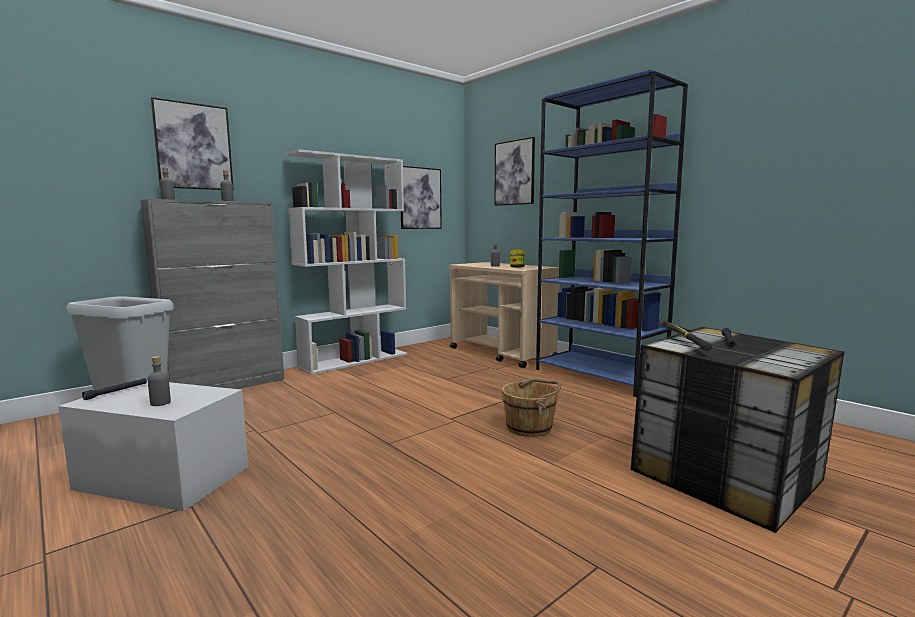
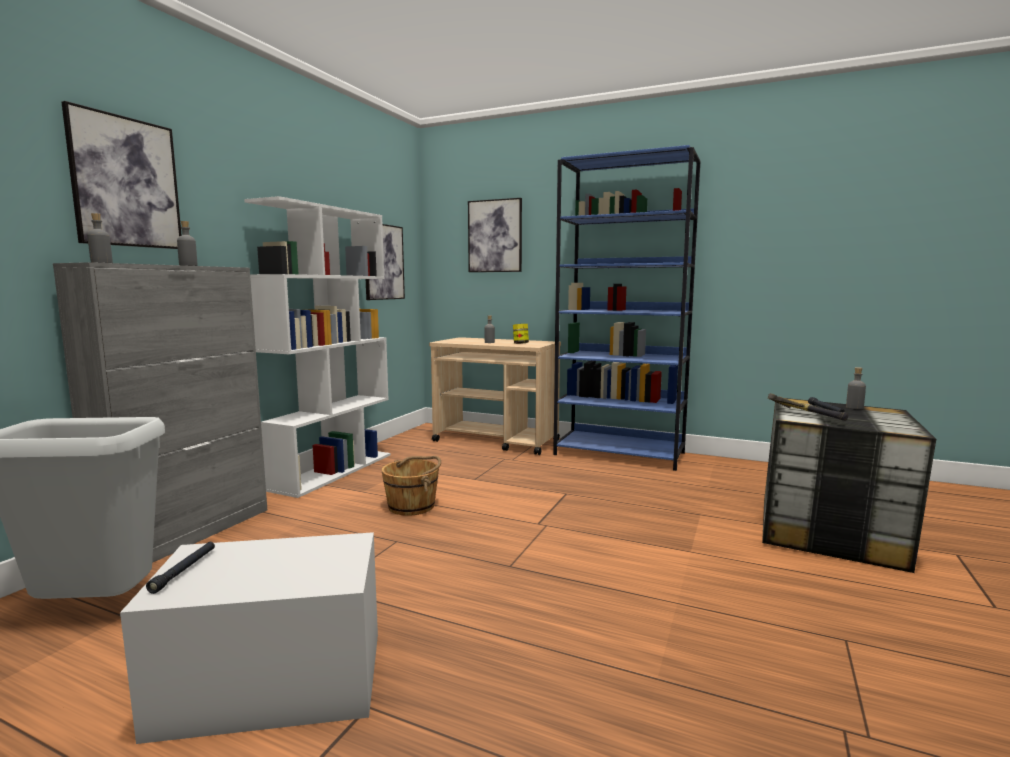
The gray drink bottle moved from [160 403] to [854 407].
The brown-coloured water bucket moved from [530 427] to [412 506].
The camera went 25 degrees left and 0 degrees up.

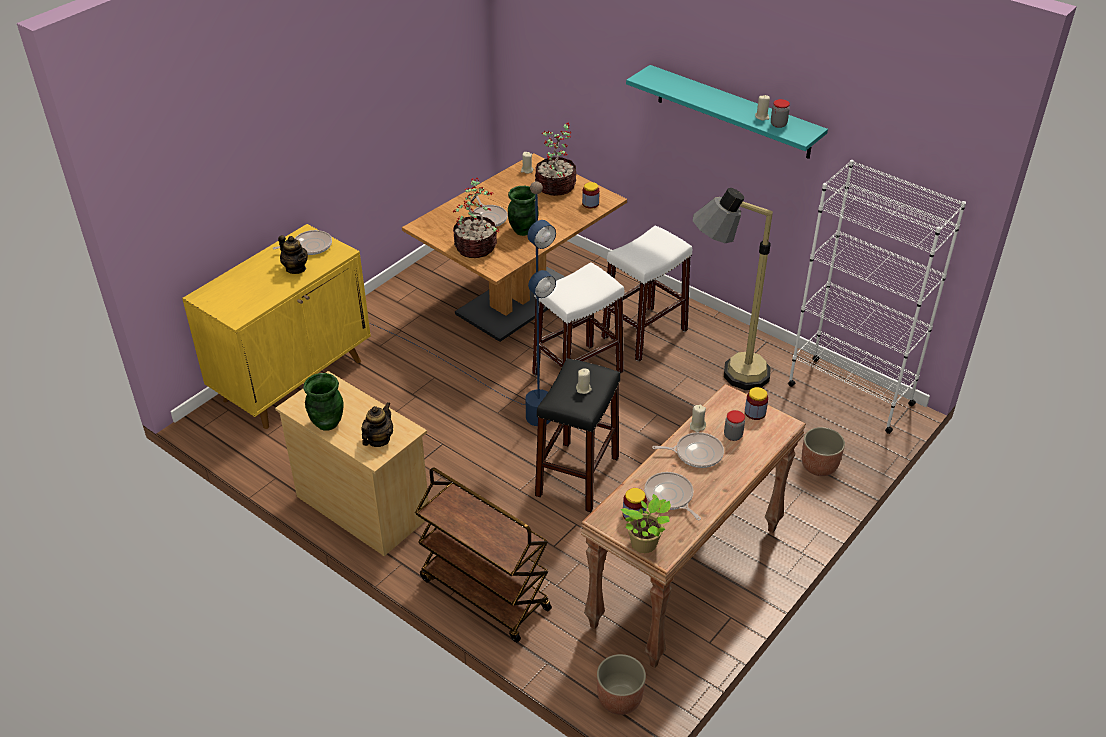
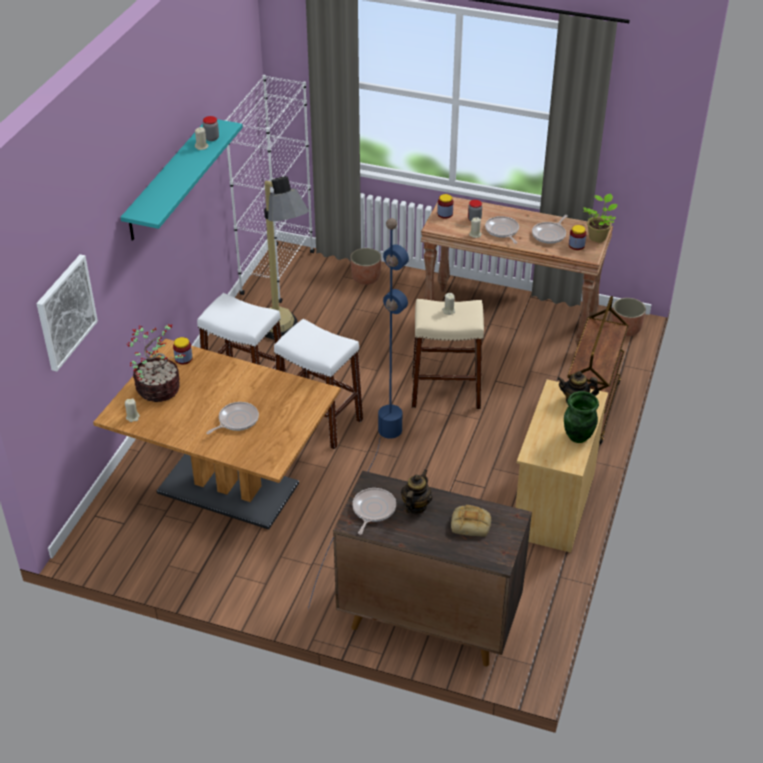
The yellow cabinet at [294 380] became the brown-coloured cabinet at [427 619].
The pan at [310 246] turned 60 degrees clockwise.
The plant in a pot at [476 248] disappeared.
The green-coloured flower vase at [523 230] disappeared.
The blackish stool at [577 476] became the beige-coloured stool at [446 392].
The picture at [65 312] appeared.
The bakery bread at [471 523] appeared.
The camera went 110 degrees left and 0 degrees up.

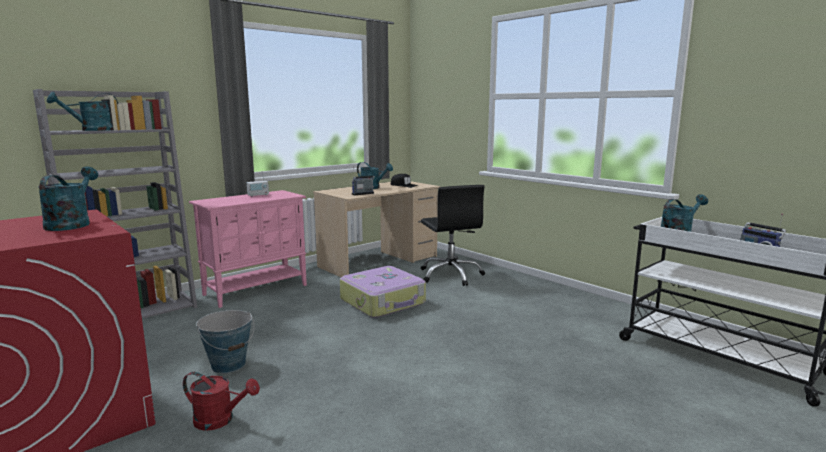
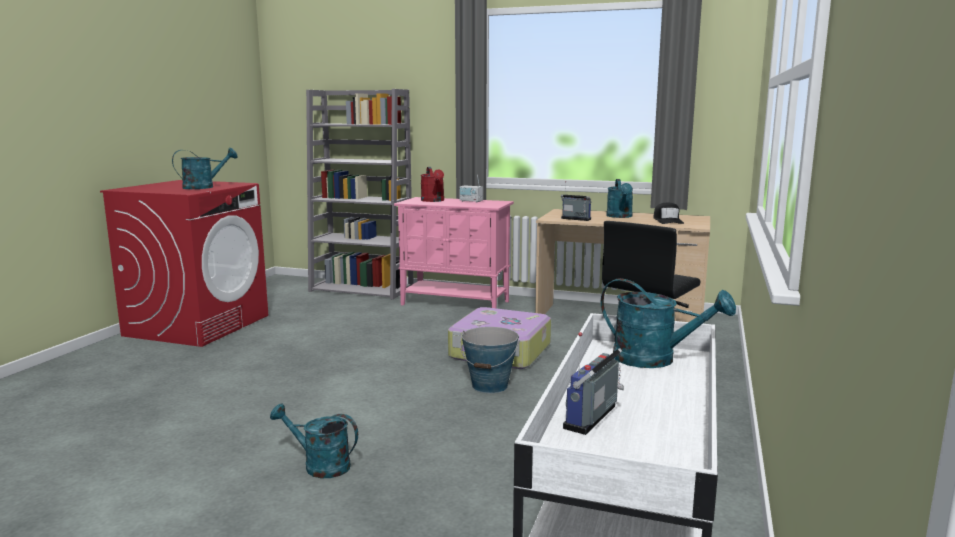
The turquoise-coloured sprinkling can moved from [91 130] to [319 465].
The reddish sprinkling can moved from [220 420] to [433 201].
The water bucket moved from [229 365] to [490 386].
The camera went 60 degrees right and 0 degrees up.

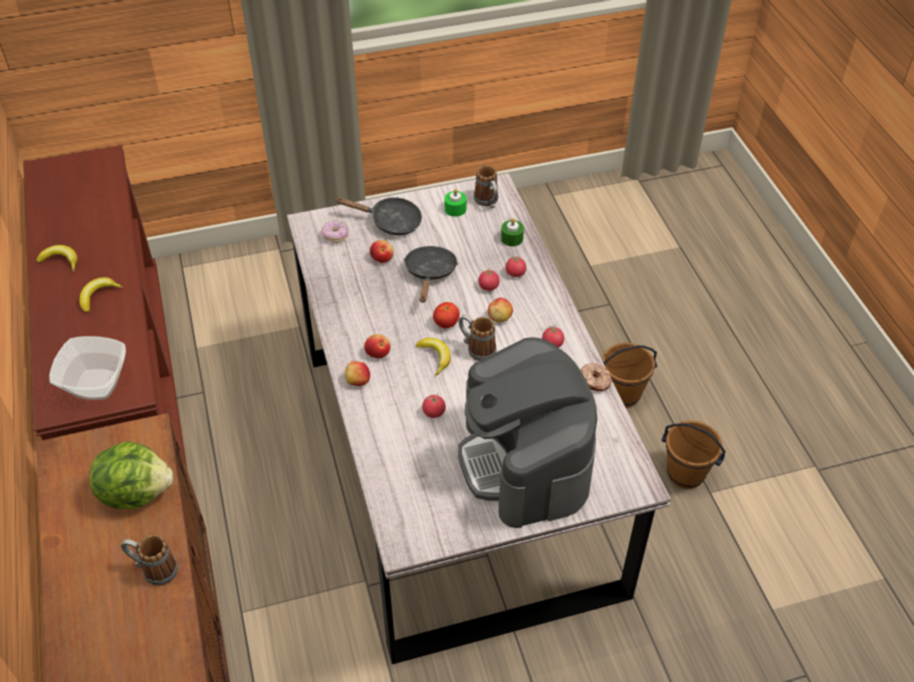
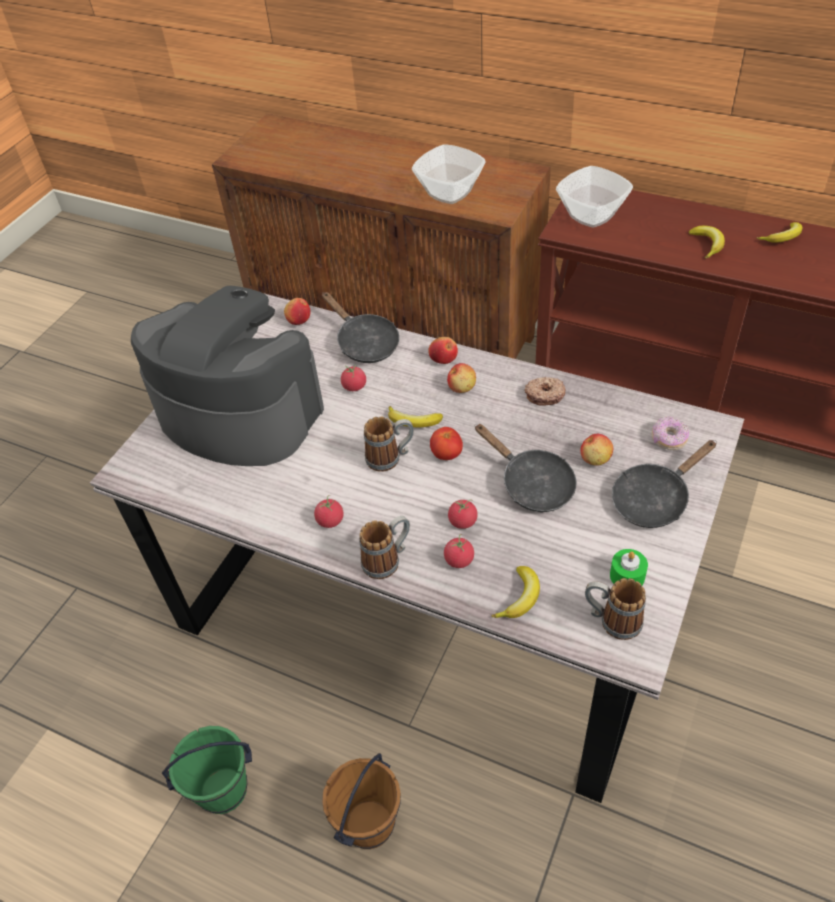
The head of lettuce at [136 492] was replaced by the serving bowl at [450 192].
The tea mug moved from [154 569] to [387 559].
The whole apple moved from [500 317] to [298 320].
The green-coloured wax light at [512 238] was replaced by the banana at [520 598].
The doughnut moved from [594 381] to [544 395].
The brown-coloured water bucket at [685 474] became the green-coloured water bucket at [223 791].
The blackish pan at [364 343] appeared.
The camera went 135 degrees right and 0 degrees up.

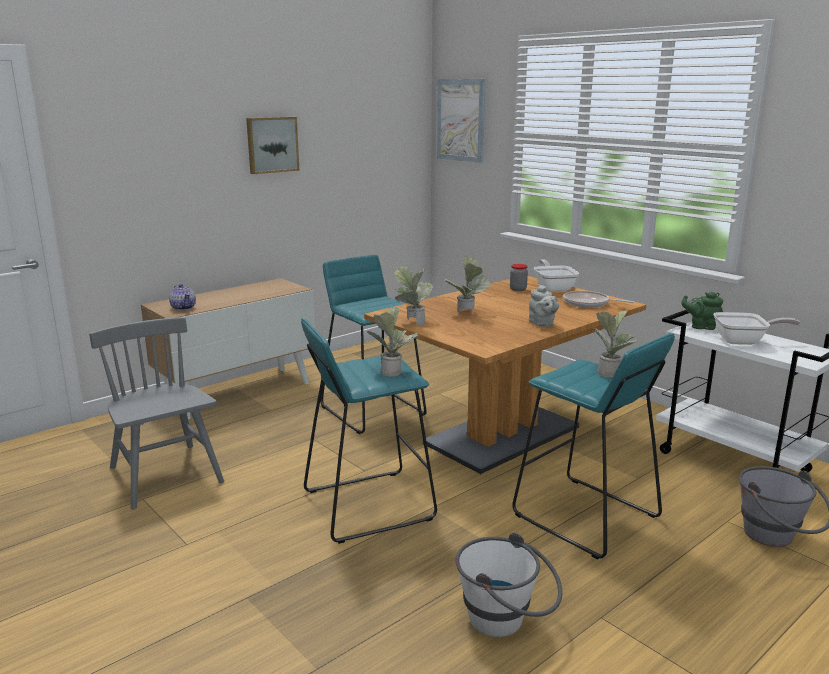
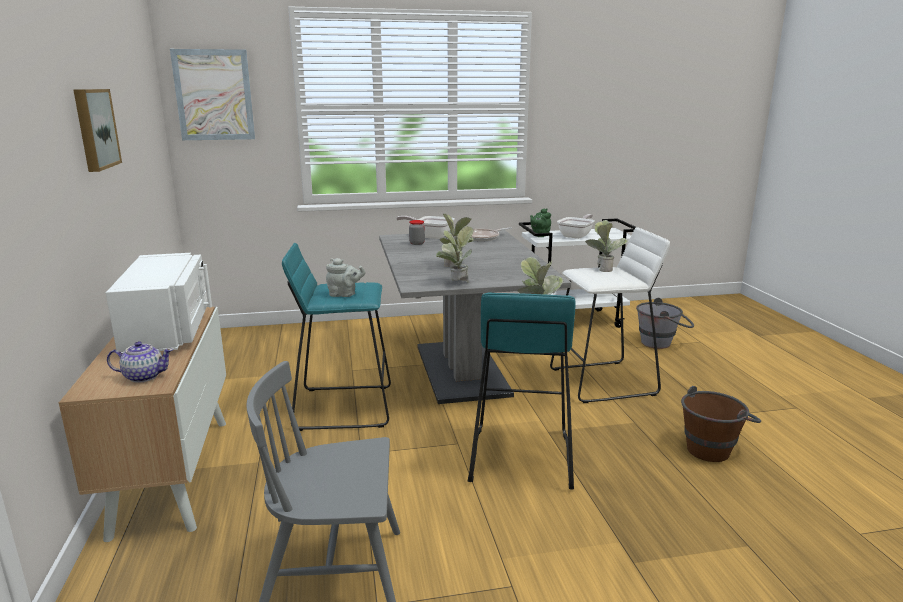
The brown-coloured kitchen table at [502 435] became the gray kitchen table at [461 370].
The whitish water bucket at [507 622] became the brown-coloured water bucket at [713 448].
The turquoise-coloured stool at [585 517] became the whitish stool at [603 382].
The gray tea pot moved from [542 324] to [344 295].
The whitish microwave oven at [168 331] appeared.
The camera went 60 degrees left and 0 degrees up.

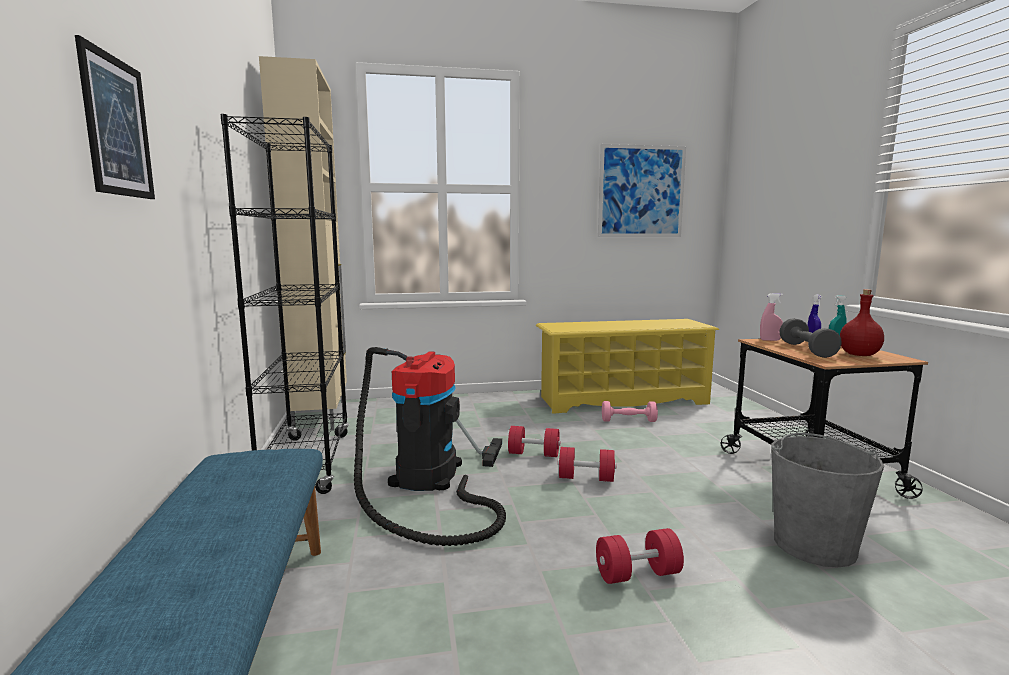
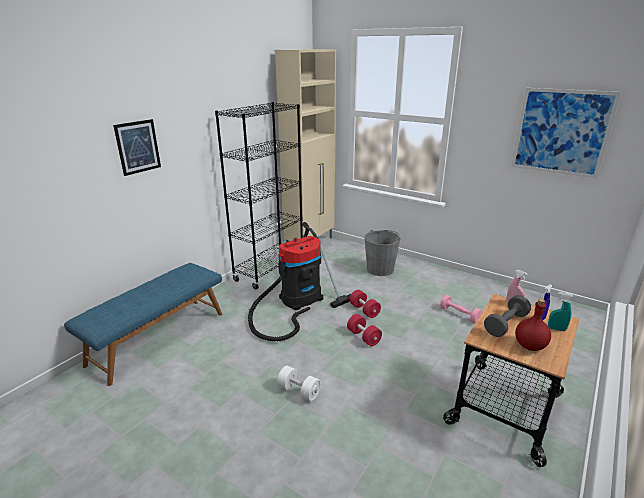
The yellow shoe rack at [622 400] disappeared.
The reddish dumbbell at [637 574] became the whitish dumbbell at [299 391].
The gray water bucket moved from [814 544] to [380 269].
The camera went 45 degrees right and 15 degrees up.

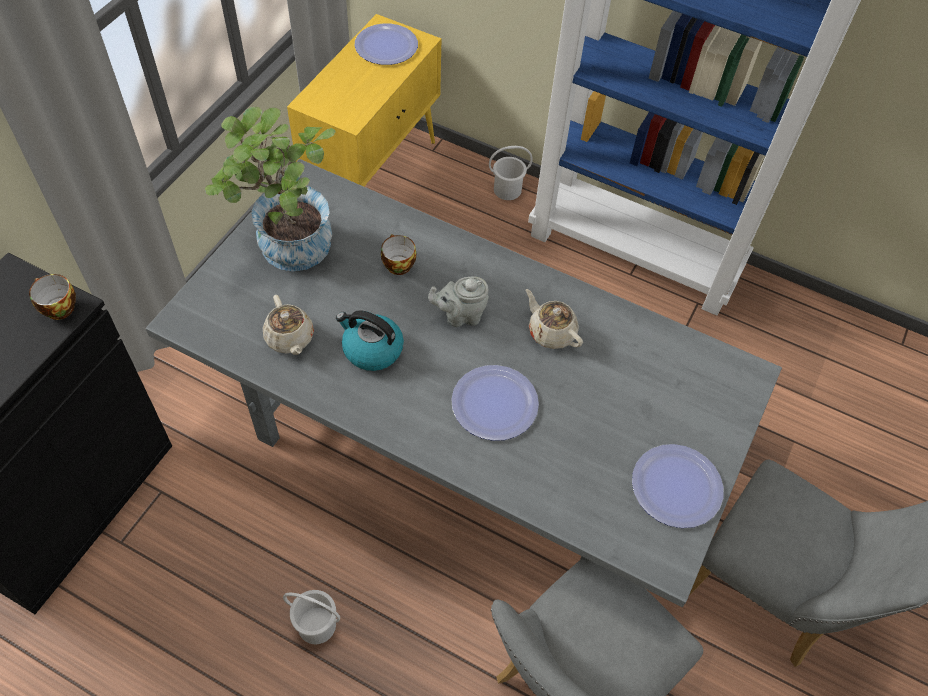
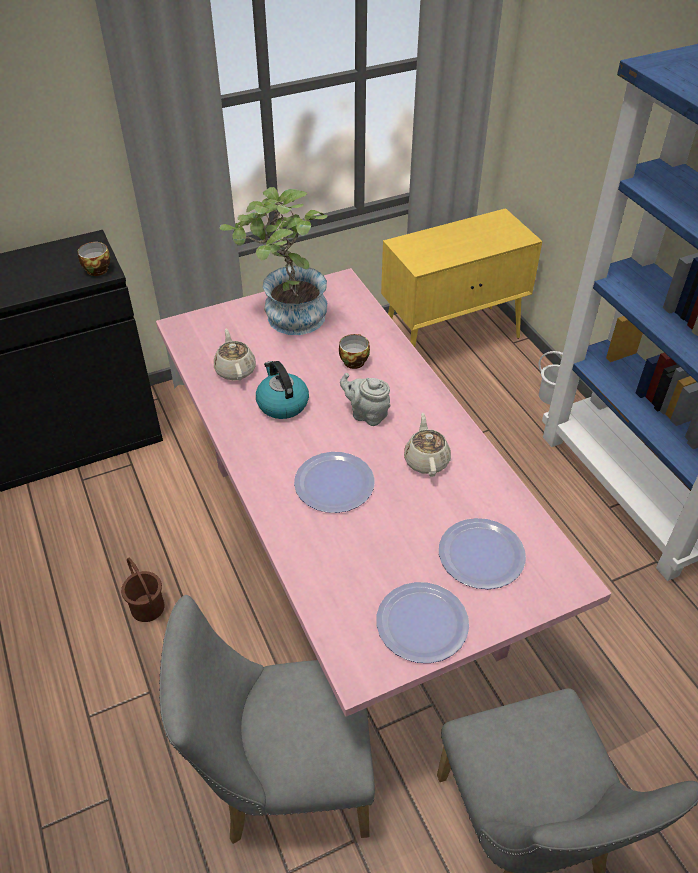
The gray kitchen table at [459 449] became the pink-coloured kitchen table at [350 554].
The beige-coloured tea pot at [290 338] turned 150 degrees clockwise.
The whitish water bucket at [316 626] became the brown-coloured water bucket at [147 608].
The dinner plate moved from [386 46] to [481 554].
The camera went 40 degrees right and 10 degrees down.

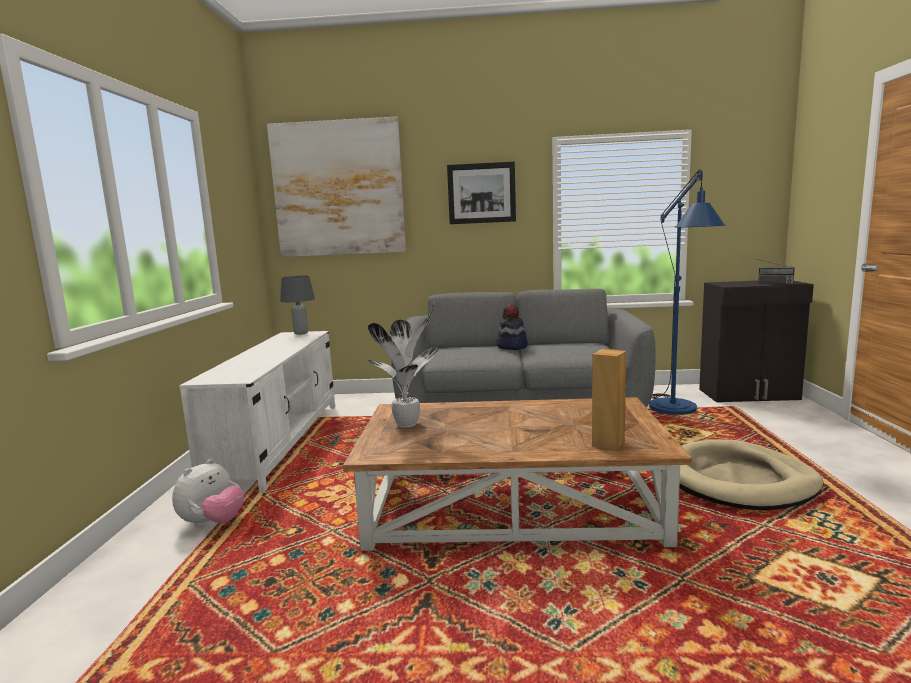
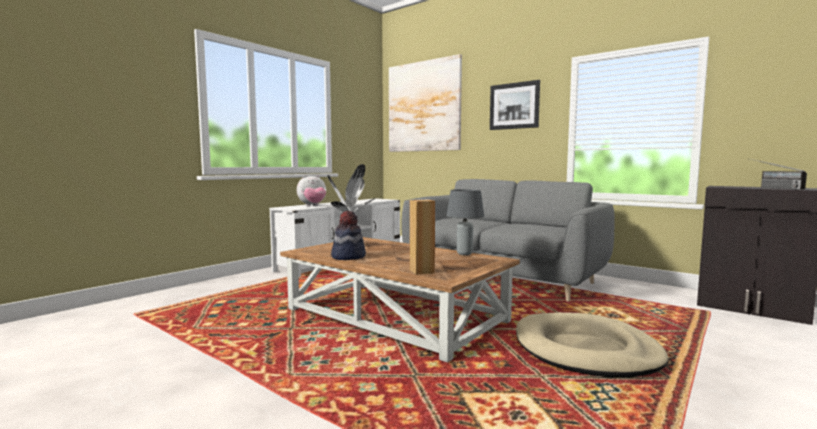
The cuddly toy moved from [212 523] to [312 206].
The gray tabletop lamp moved from [301 333] to [464 254].
The wearable hat moved from [512 347] to [348 257].
The blue-coloured standing lamp at [677 412] disappeared.
The camera went 35 degrees right and 5 degrees down.

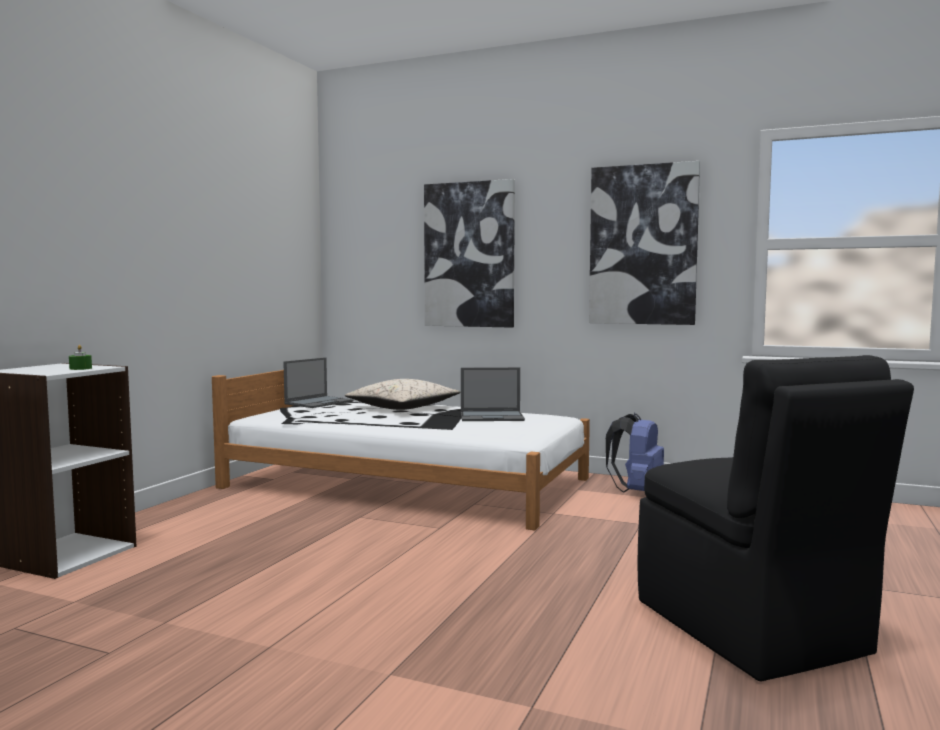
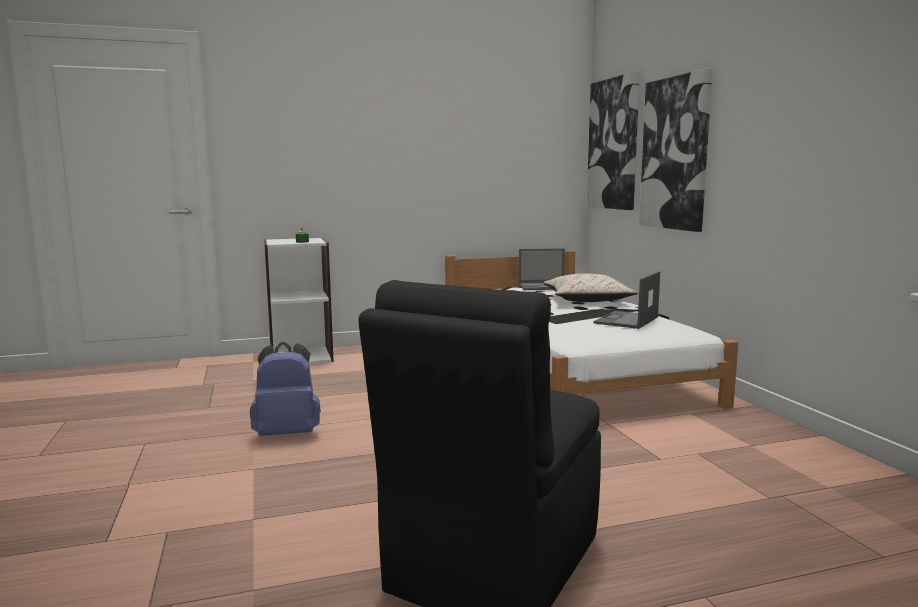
The laptop at [492 417] turned 75 degrees clockwise.
The picture moved from [643 245] to [613 144].
The blue-coloured knapsack moved from [637 492] to [288 433].
The camera went 50 degrees right and 5 degrees up.

